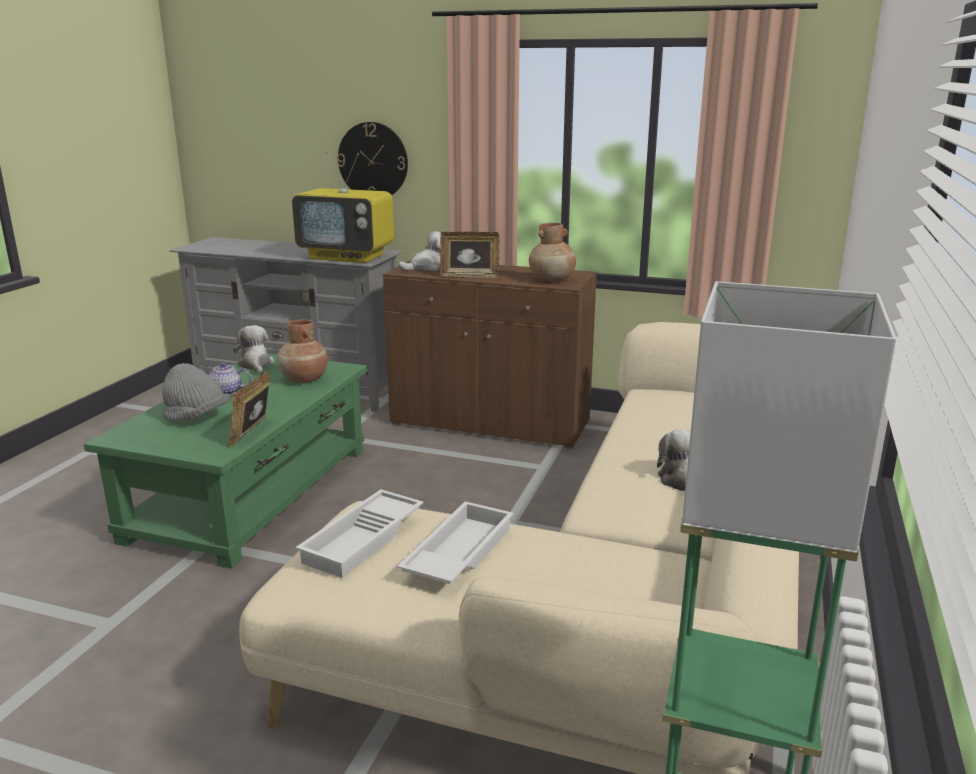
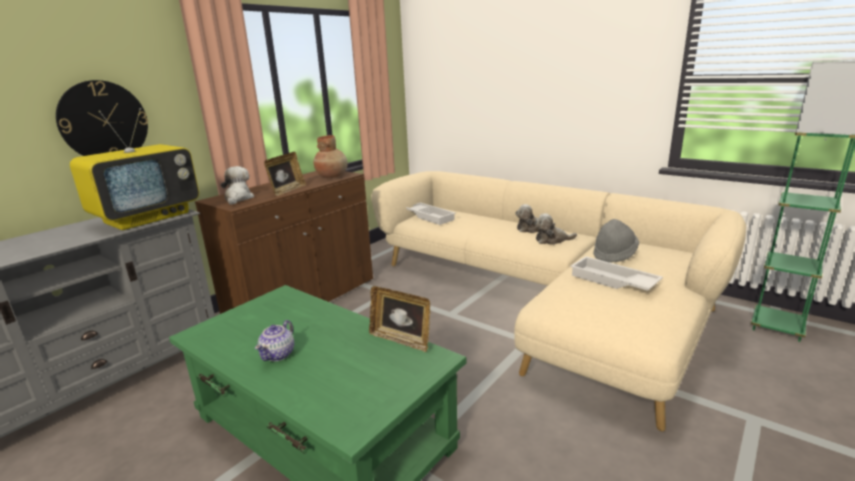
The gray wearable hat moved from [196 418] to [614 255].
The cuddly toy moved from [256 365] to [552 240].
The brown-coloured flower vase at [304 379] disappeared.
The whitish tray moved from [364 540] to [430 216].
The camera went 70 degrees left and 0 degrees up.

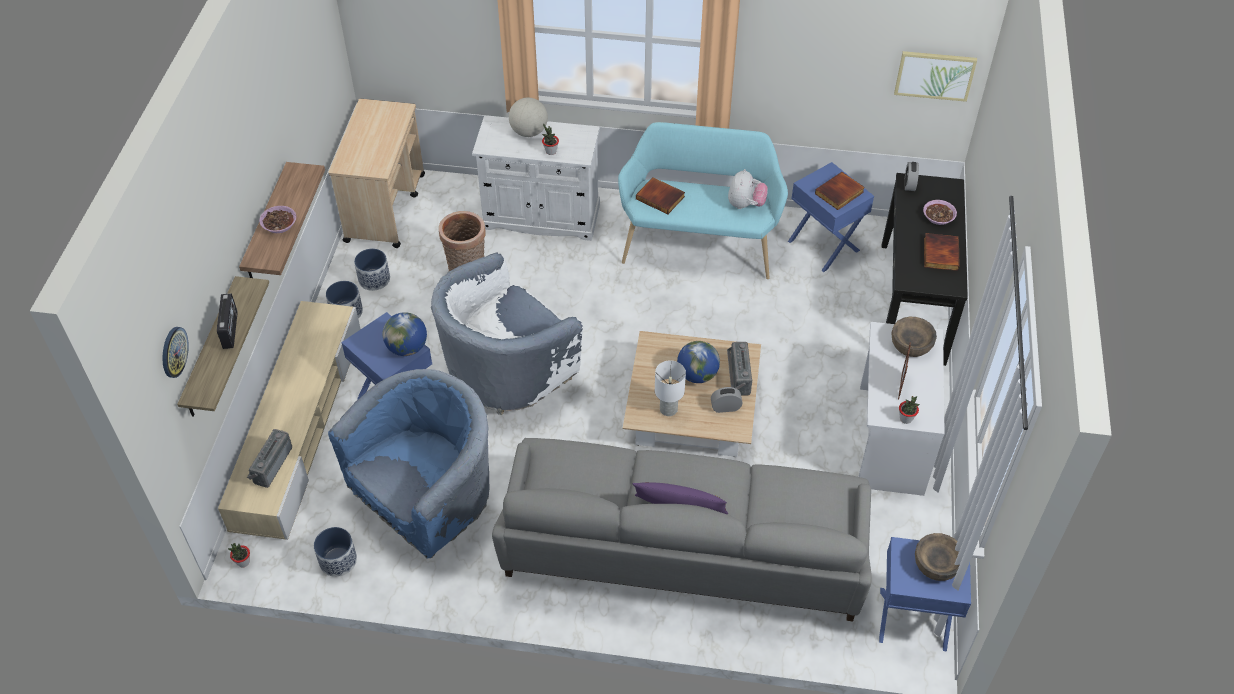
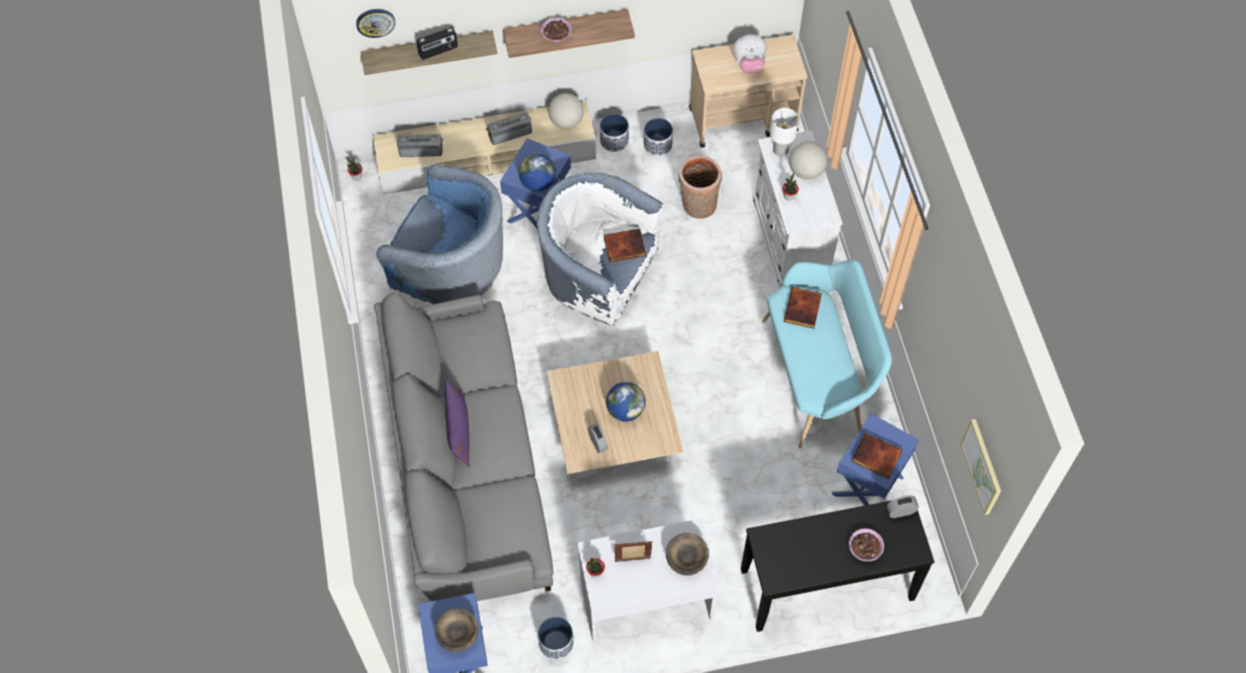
The planter moved from [338 561] to [556 643].
The whitish tabletop lamp moved from [669 409] to [780 150].
The radio receiver moved from [737 376] to [509 133].
The cuddly toy moved from [745 204] to [749 65].
The volume moved from [939 253] to [624 246].
The globe at [566 122] appeared.
The camera went 70 degrees right and 10 degrees up.

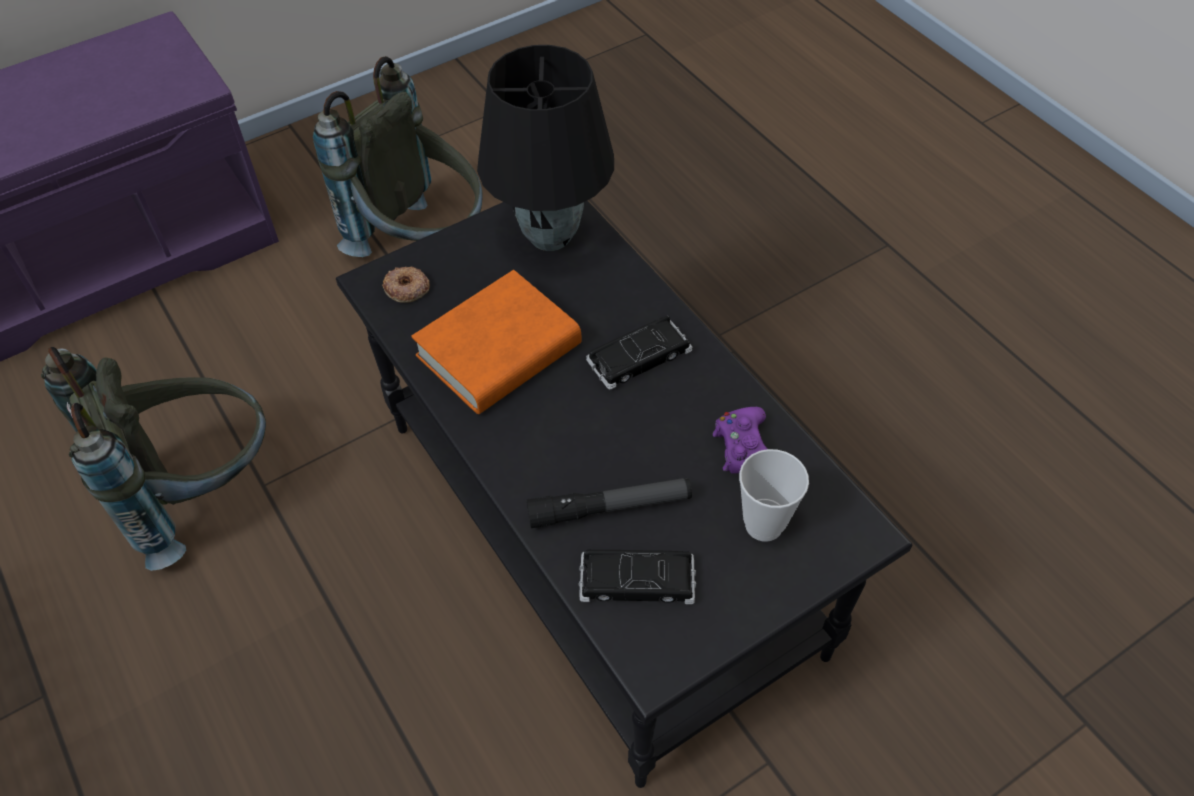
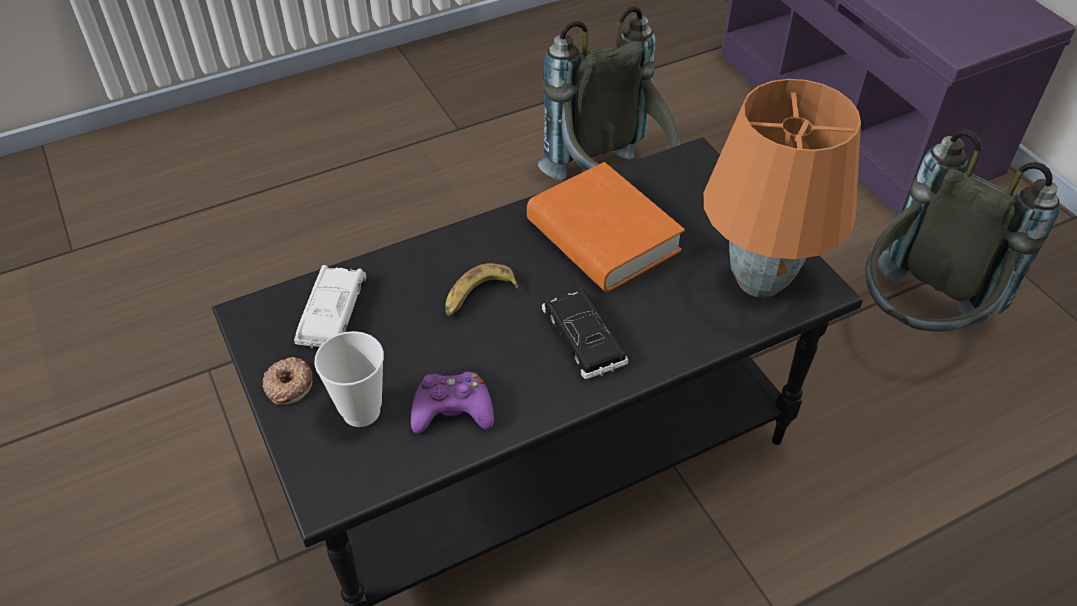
The doughnut moved from [406 288] to [288 384].
The blackish tabletop lamp at [552 236] became the orange-coloured tabletop lamp at [759 282].
The flashlight at [609 508] disappeared.
The blackish miniature car at [637 581] became the whitish miniature car at [332 311].
The banana at [478 296] appeared.
The camera went 95 degrees right and 5 degrees down.

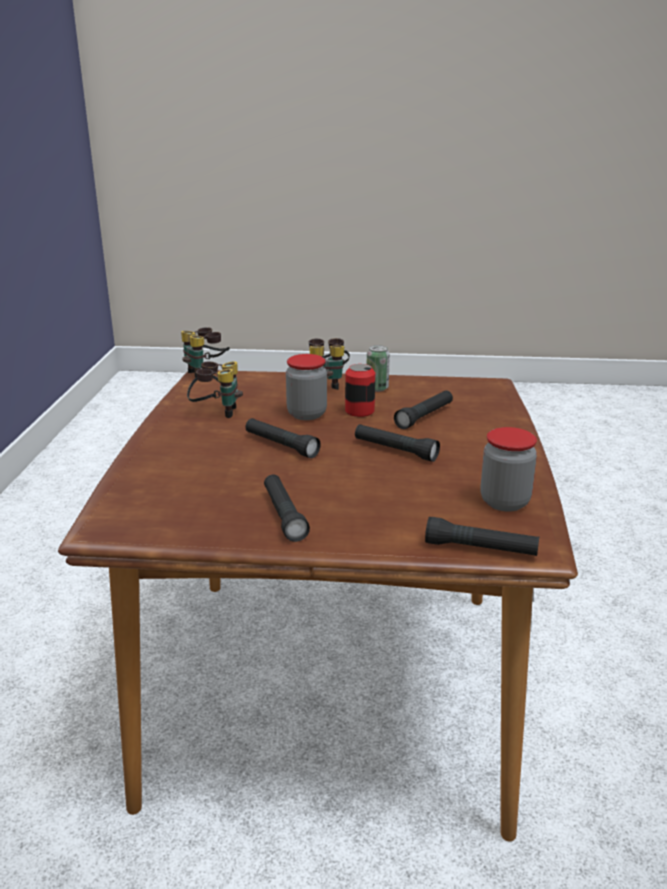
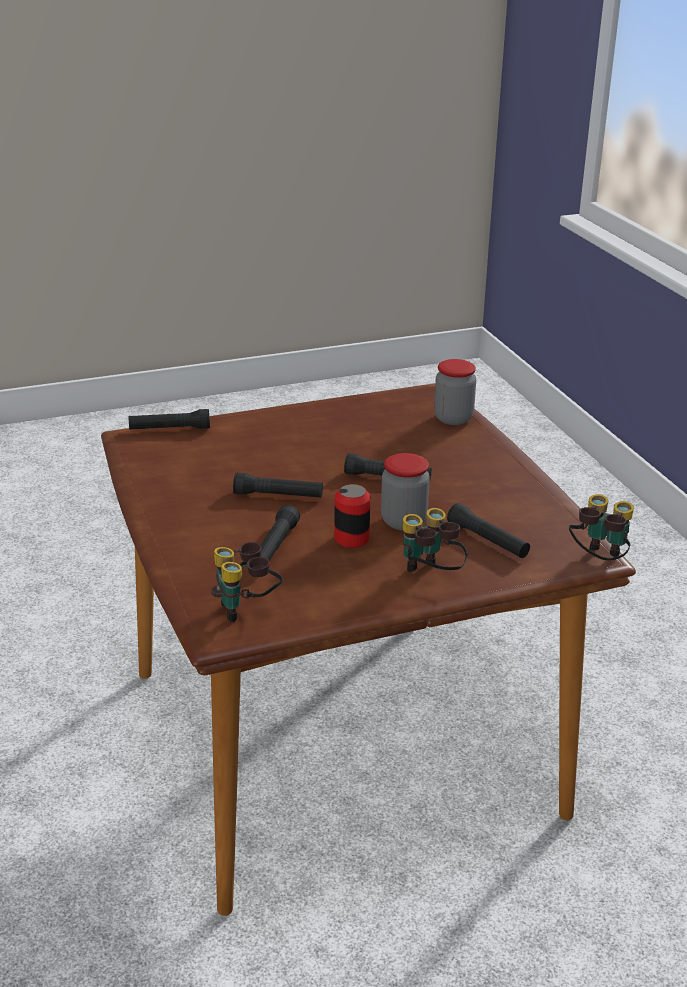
The binoculars moved from [216 412] to [247 609].
The blackish flashlight moved from [284 515] to [488 541].
The can at [377 388] disappeared.
The jar moved from [504 502] to [453 418].
The camera went 155 degrees right and 5 degrees up.

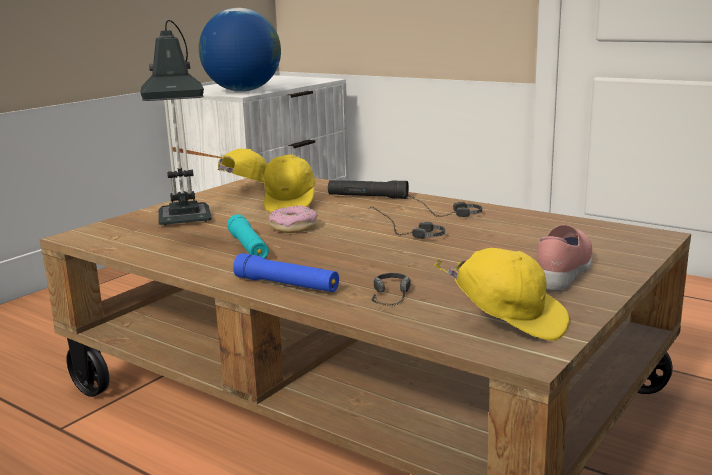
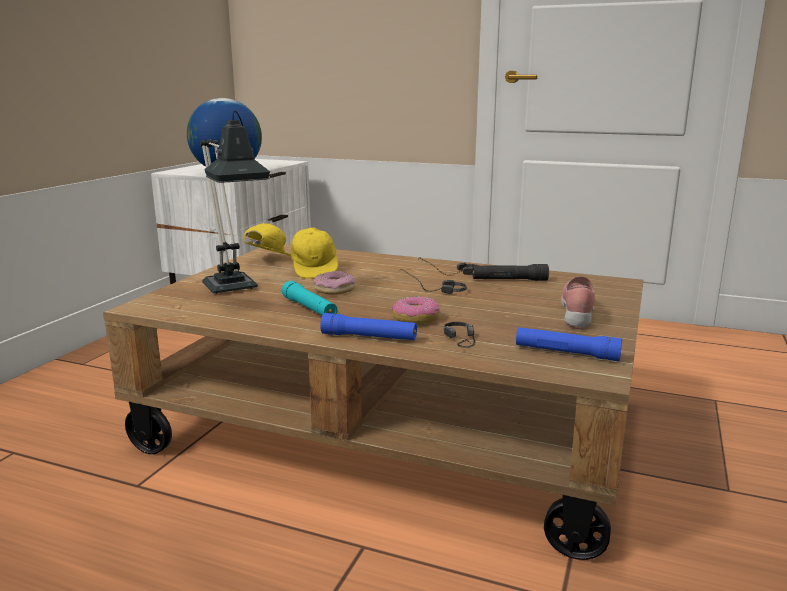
The blackish flashlight moved from [367 197] to [509 280].
The yellow baseball cap at [509 322] was replaced by the blue-coloured flashlight at [566 353].
The doughnut at [415 318] appeared.
The camera went 15 degrees left and 0 degrees up.

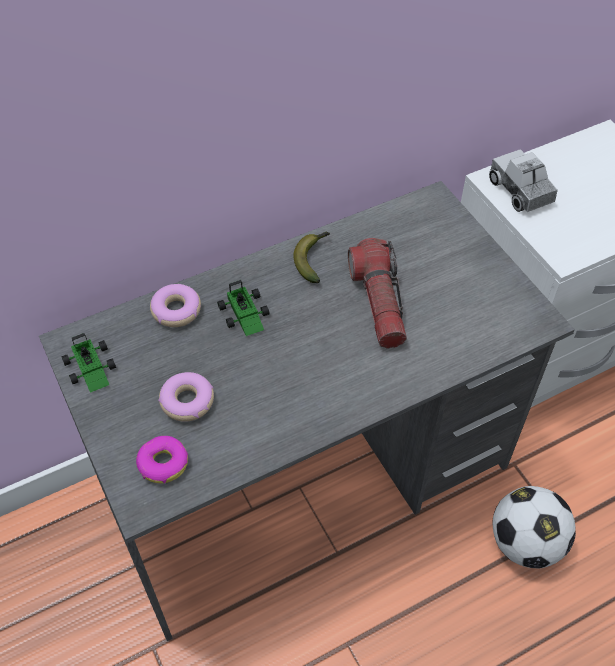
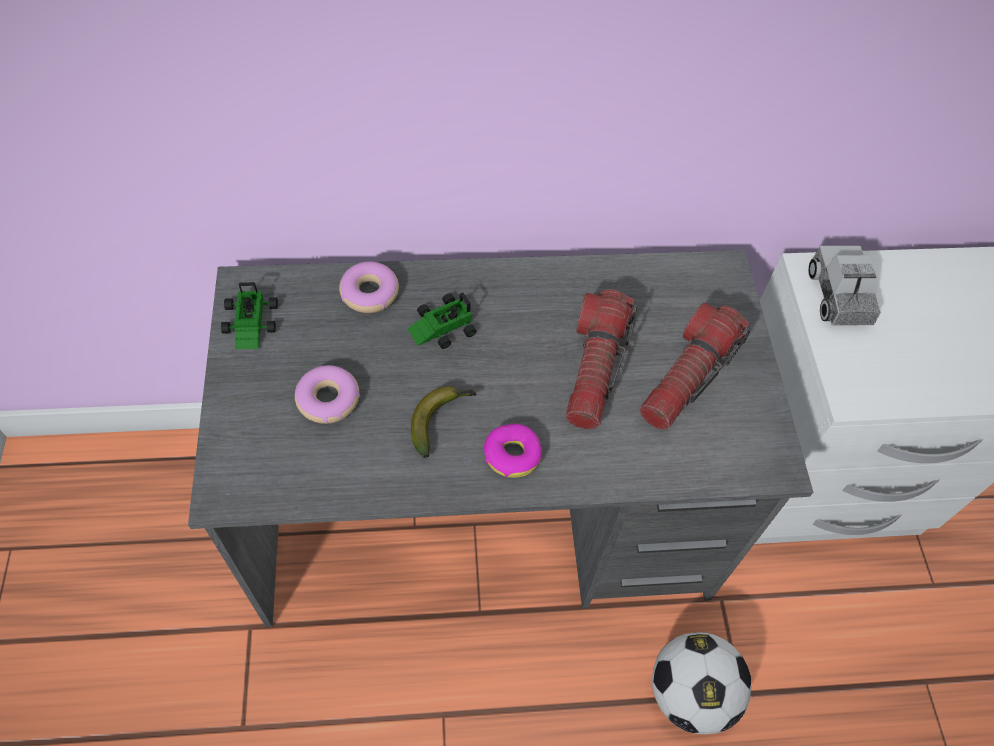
The doughnut moved from [163 463] to [512 454].
The miniature car at [245 315] turned 60 degrees clockwise.
The banana moved from [313 259] to [441 419].
The flashlight at [688 377] appeared.
The camera went 20 degrees right and 5 degrees up.

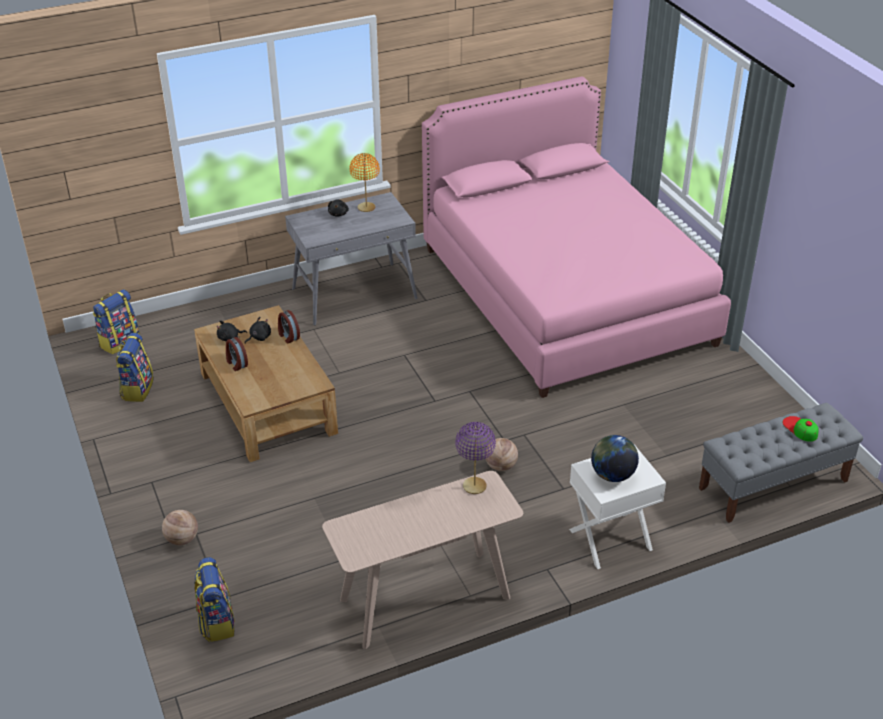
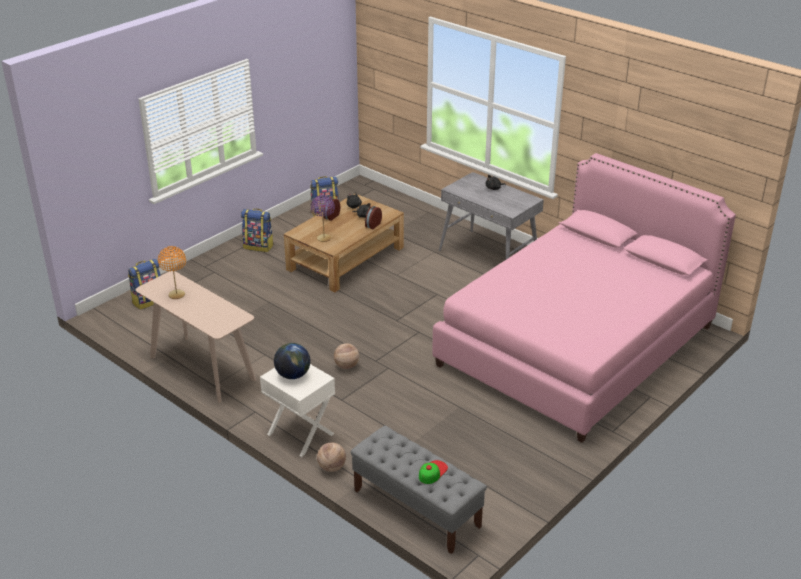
The knapsack moved from [119 342] to [259 246].
The basketball ball moved from [182 539] to [332 467].
The orange-coloured tabletop lamp moved from [366 207] to [177 295].
The purple-coloured tabletop lamp moved from [474 486] to [324 238].
The camera went 65 degrees right and 5 degrees down.

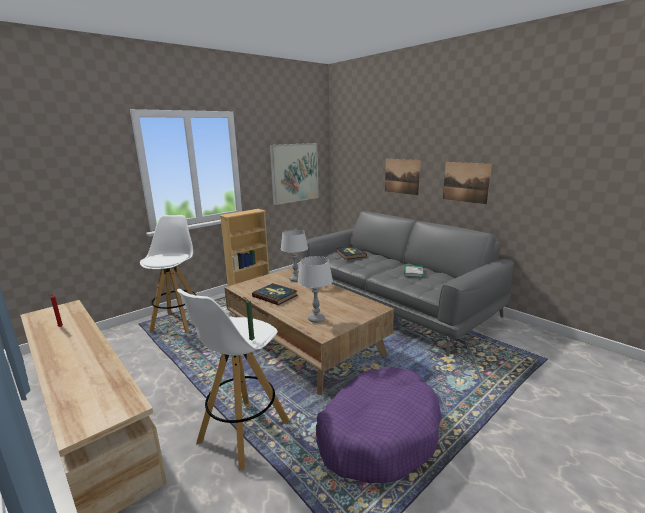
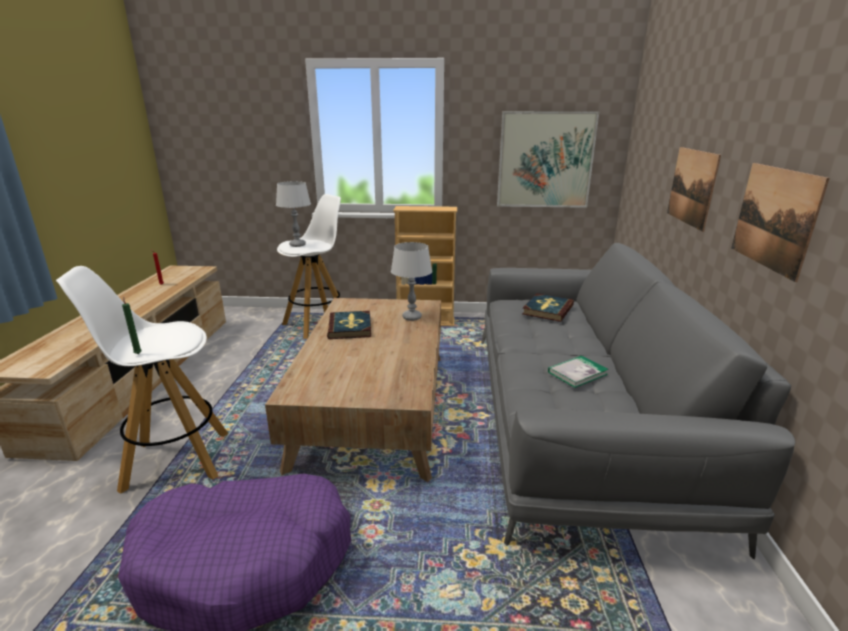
The gray tabletop lamp moved from [316 319] to [297 245].
The camera went 45 degrees right and 5 degrees up.

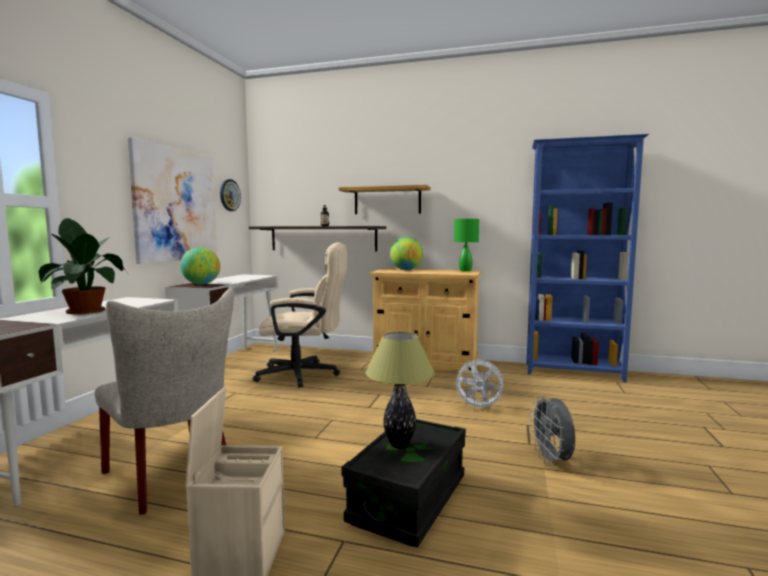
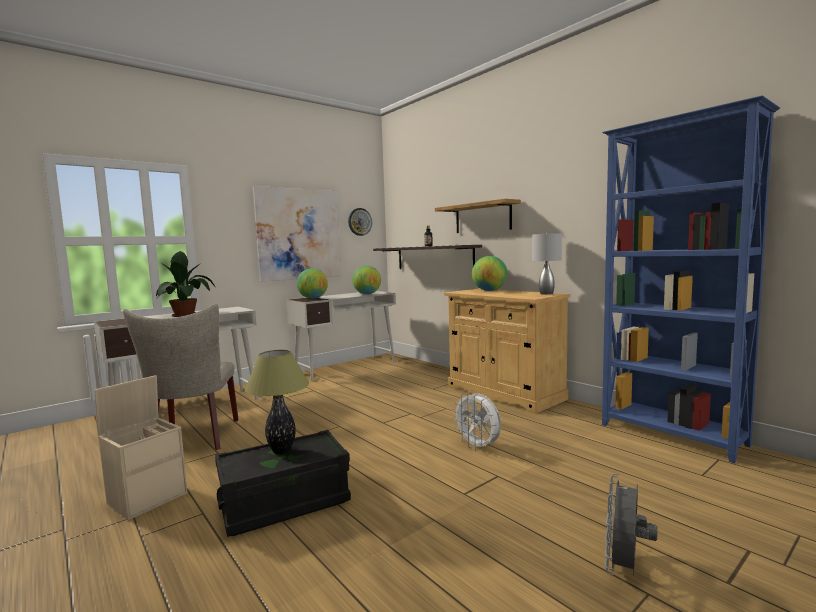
The beige-coloured computer chair at [305 374] disappeared.
The green-coloured tabletop lamp at [465 271] became the gray tabletop lamp at [546 294].
The gray cooling fan moved from [552 461] to [624 569].
The globe at [367 294] appeared.
The camera went 35 degrees right and 0 degrees up.

